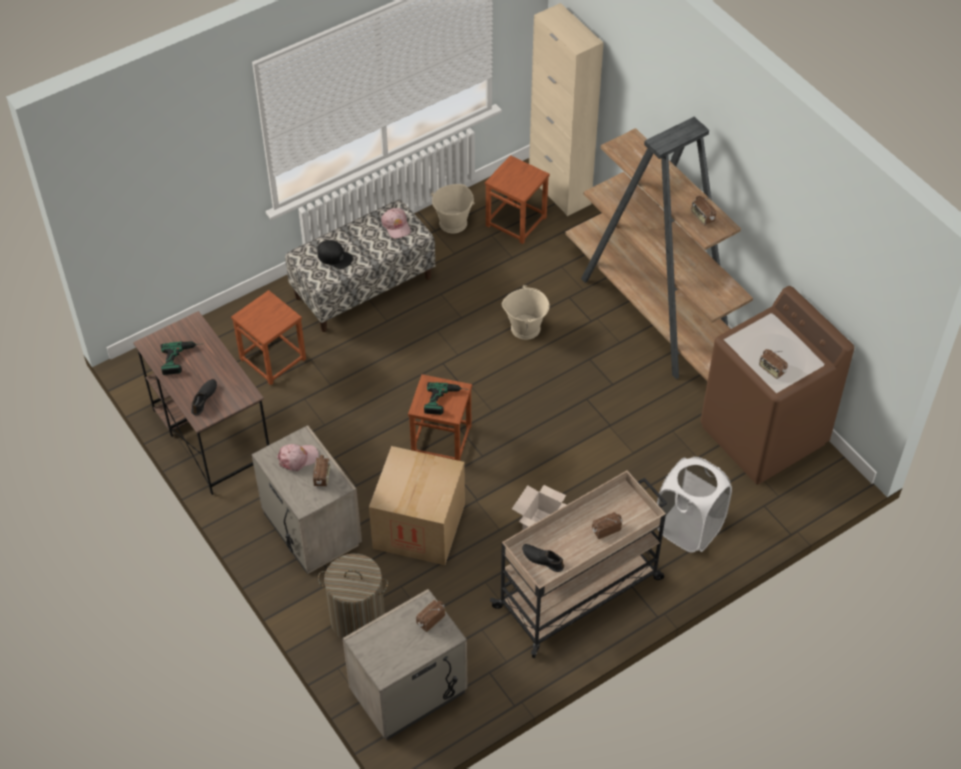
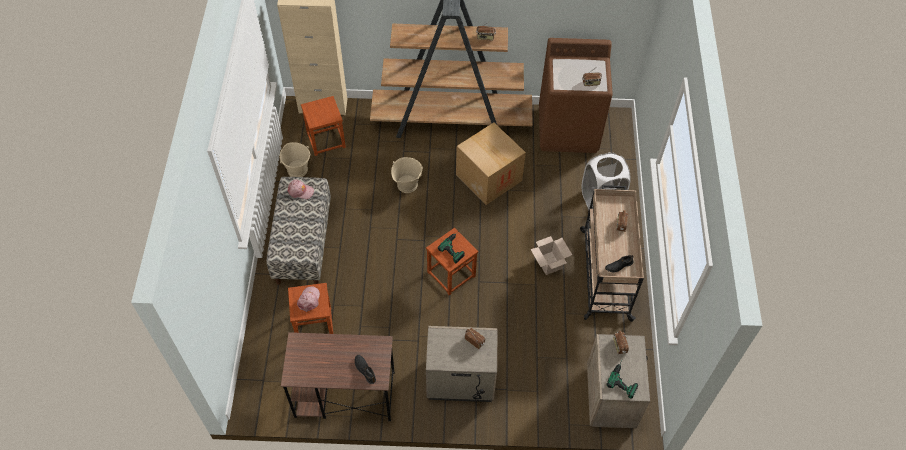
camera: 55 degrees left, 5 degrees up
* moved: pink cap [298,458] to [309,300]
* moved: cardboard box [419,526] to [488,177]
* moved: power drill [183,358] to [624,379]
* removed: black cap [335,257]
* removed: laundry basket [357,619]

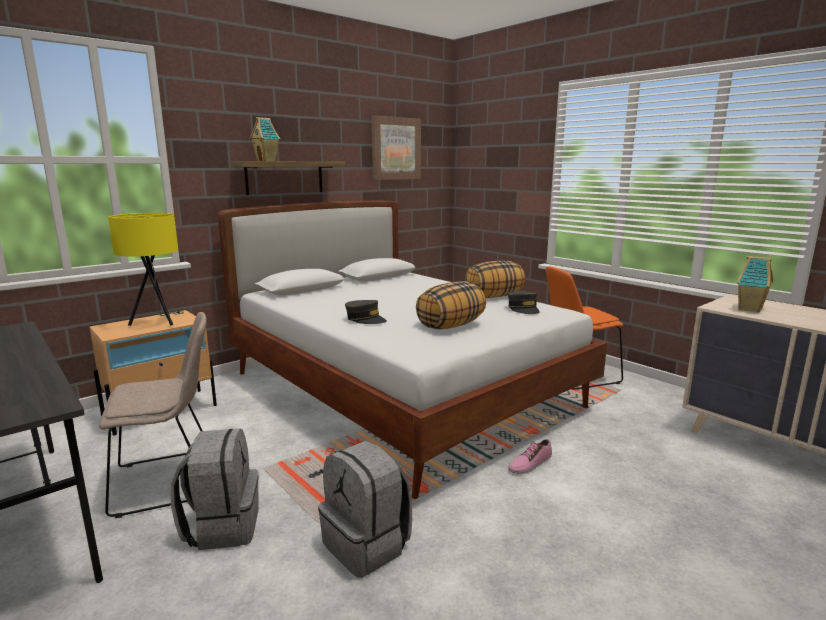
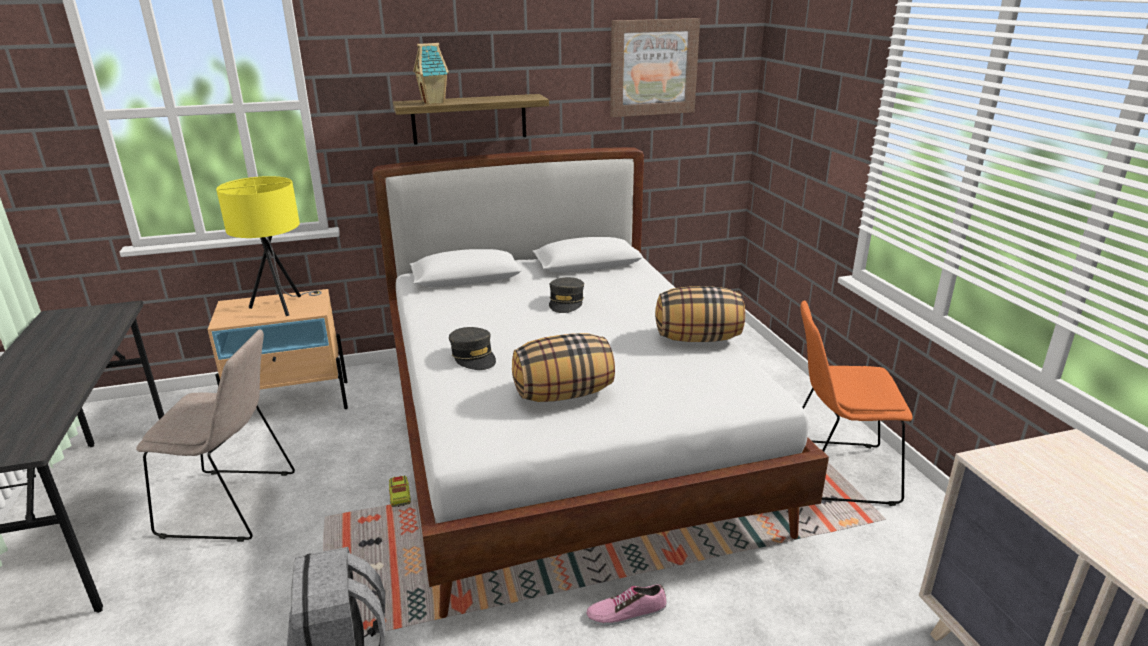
camera: 25 degrees right, 10 degrees up
* added: toy truck [400,497]
* moved: grey cap [523,309] to [566,302]
* removed: grey backpack [222,526]
* removed: toy house [751,309]

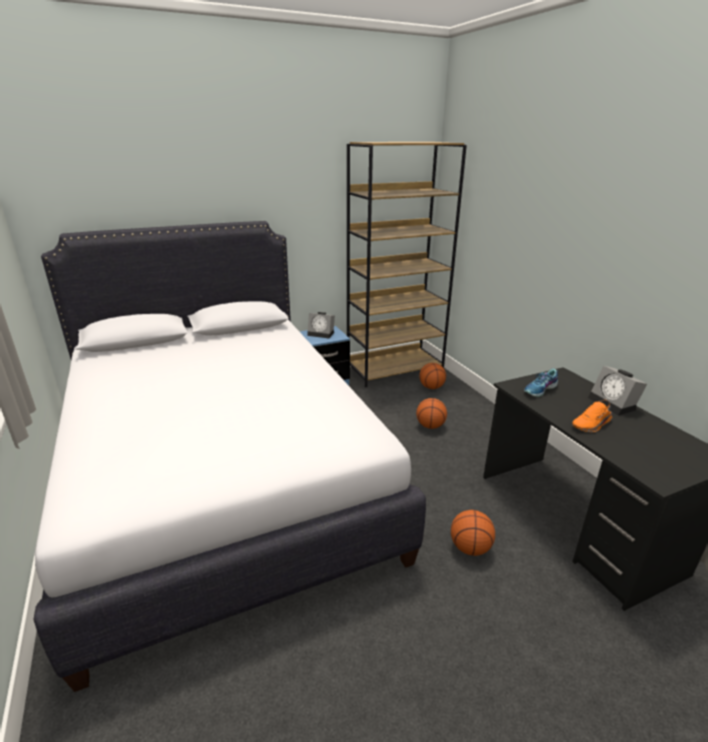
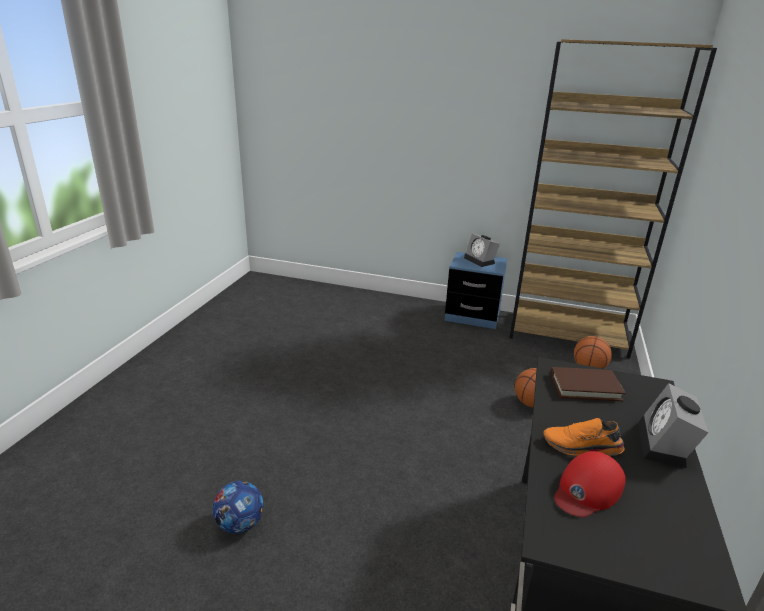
camera: 40 degrees right, 0 degrees up
* added: football [240,524]
* replaced: shoe [540,390] to brown book [585,387]
* added: red cap [587,489]
* removed: white bed [221,477]
* removed: basketball [470,548]

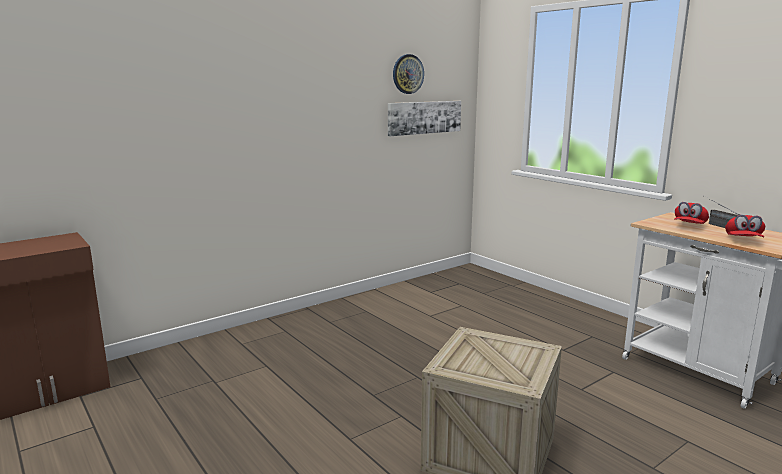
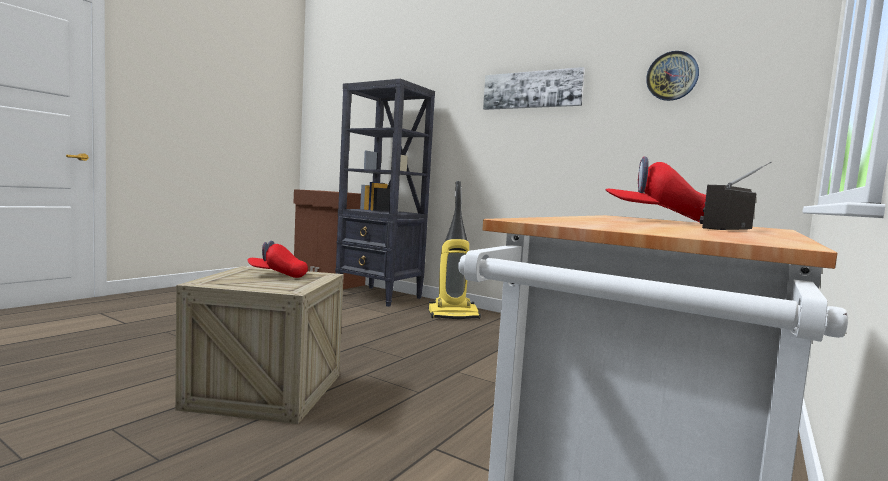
camera: 70 degrees right, 10 degrees down
* moved: red cap [743,240] to [277,275]
* added: black bookcase [379,296]
* added: vacuum cleaner [453,315]
* moved: picture [424,117] to [532,90]

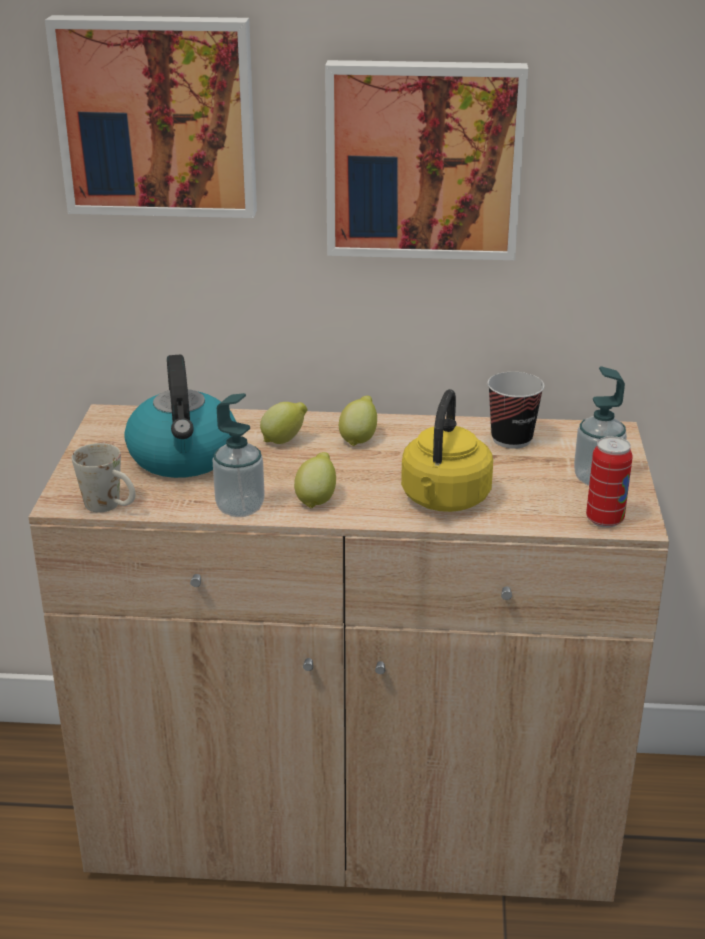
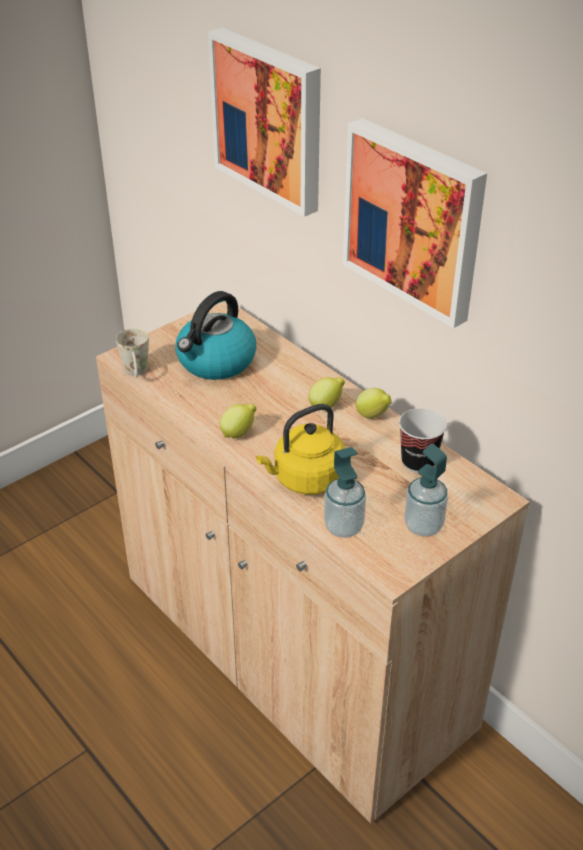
camera: 45 degrees right, 10 degrees up
* moved: soap dispenser [240,508] to [343,527]
* moved: lemon [284,440] to [373,416]
* removed: can [604,520]

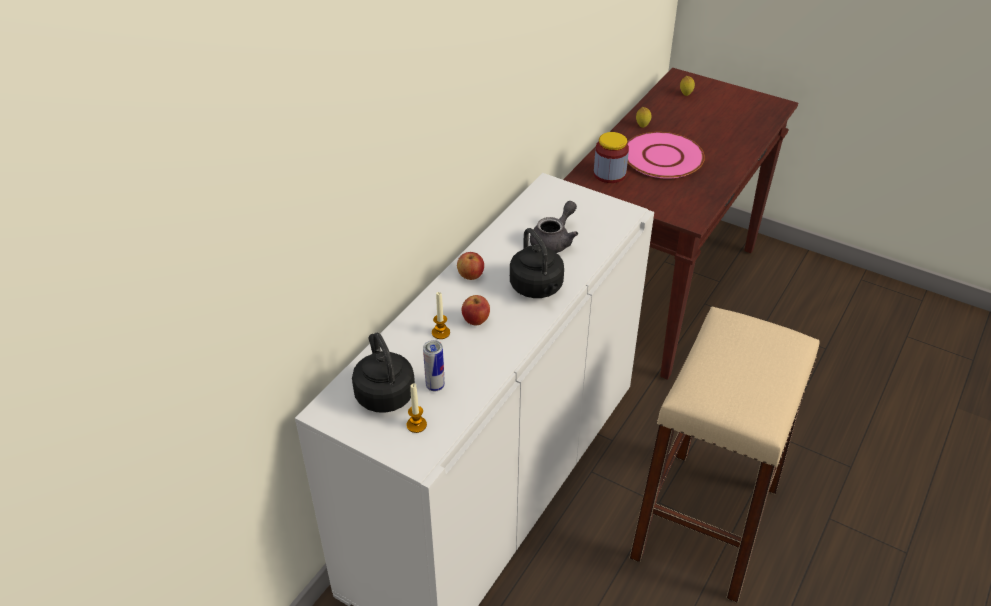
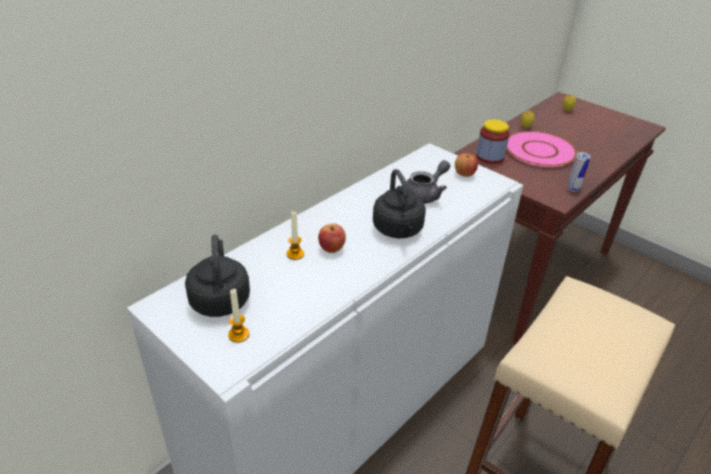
camera: 10 degrees right, 5 degrees down
* moved: apple [470,276] to [464,174]
* moved: can [435,386] to [573,189]

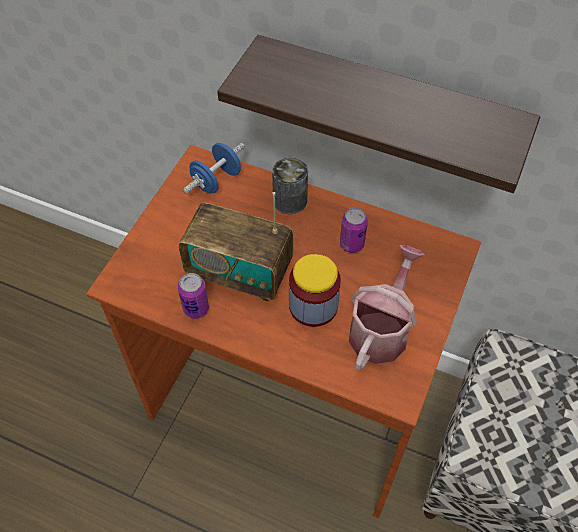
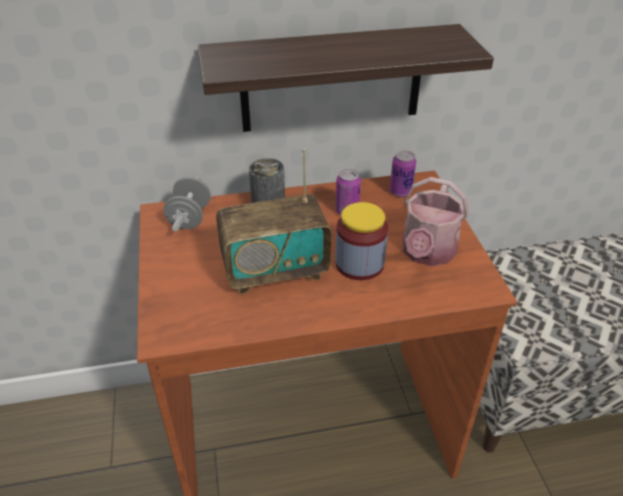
camera: 35 degrees left, 15 degrees down
* recoloured: blue dumbbell [216,180] to grey dumbbell [190,218]
* moved: can [196,309] to [400,192]
* turned: watering can [381,329] = [426,253] 150 degrees counterclockwise

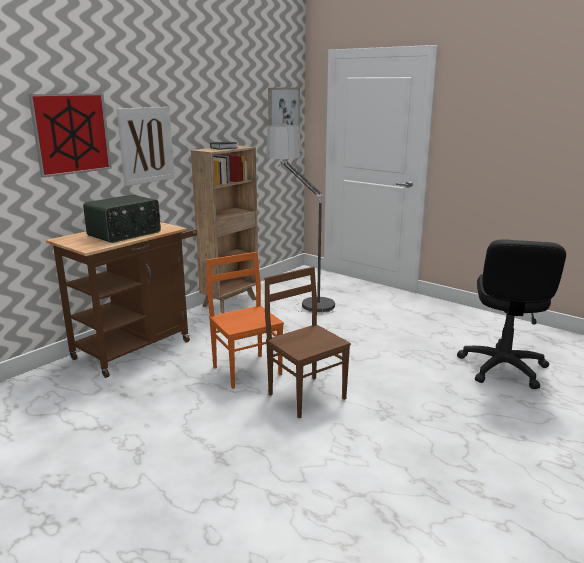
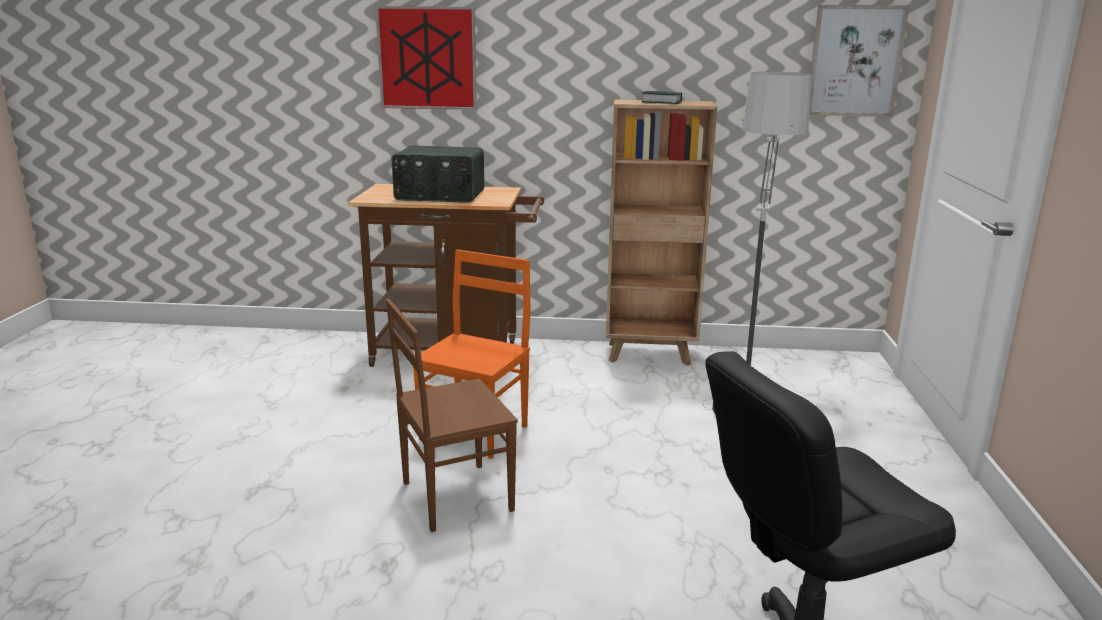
camera: 55 degrees right, 0 degrees up
* turned: brown chair [307,395] = [454,496] 135 degrees counterclockwise
* removed: picture [146,145]

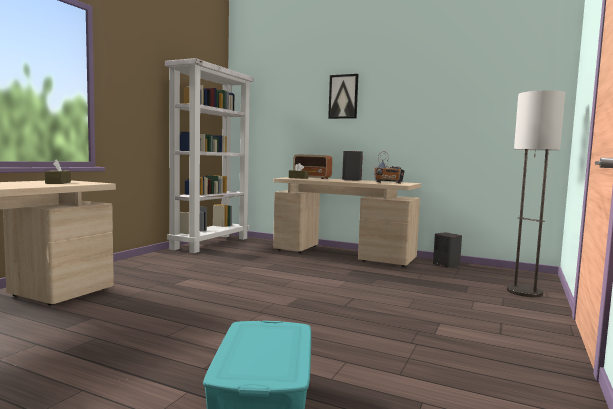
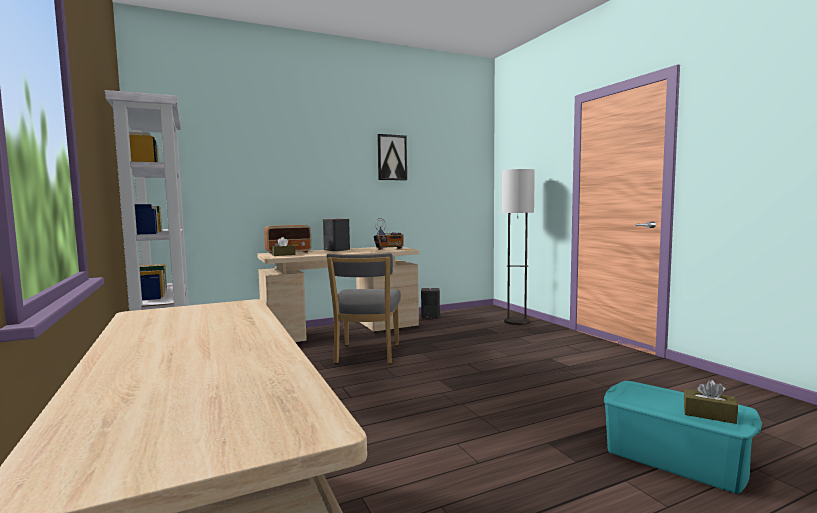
camera: 50 degrees left, 0 degrees up
* added: grey chair [366,355]
* moved: picture [343,96] to [392,157]
* moved: brown tissue box [58,183] to [709,414]

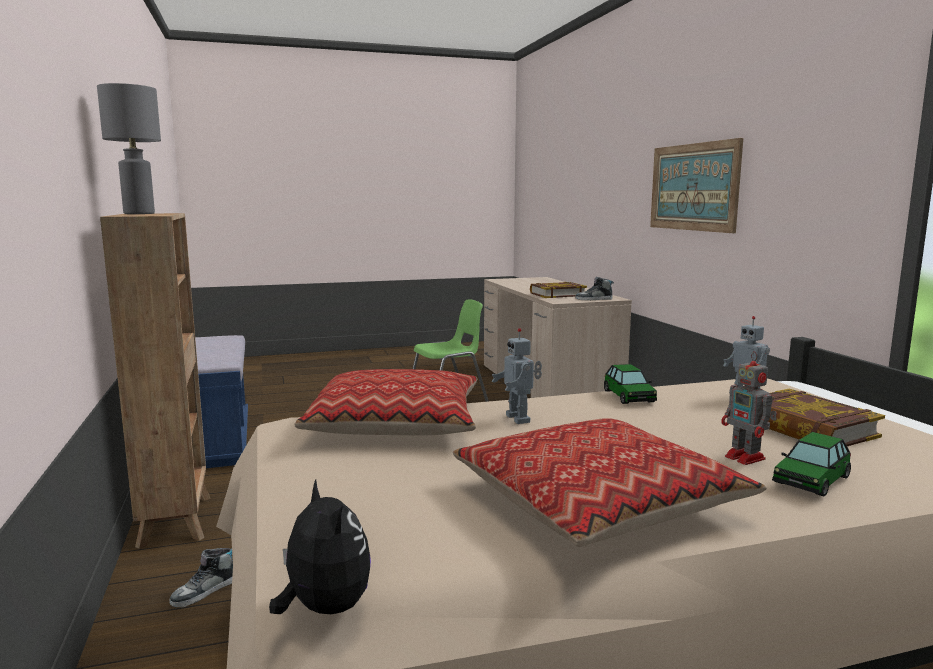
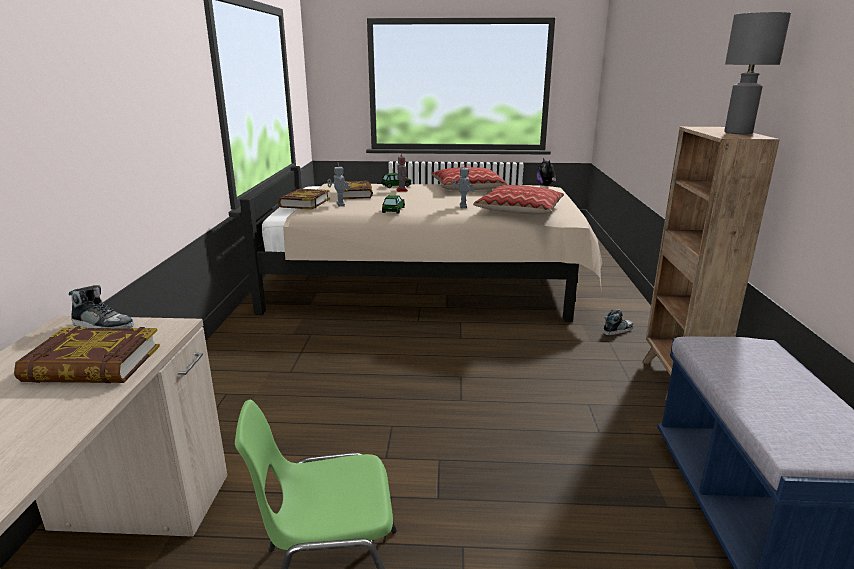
camera: 160 degrees left, 10 degrees up
* added: book [304,203]
* removed: picture [693,187]

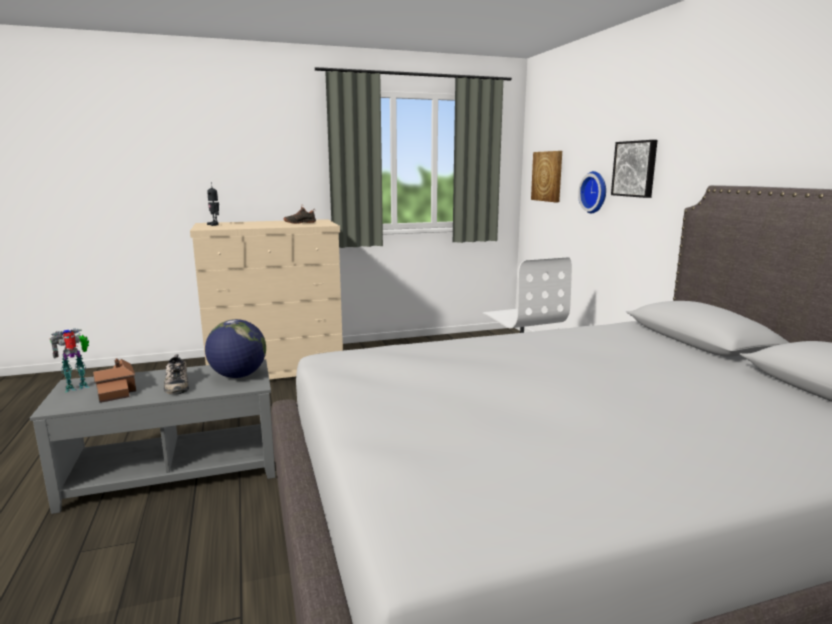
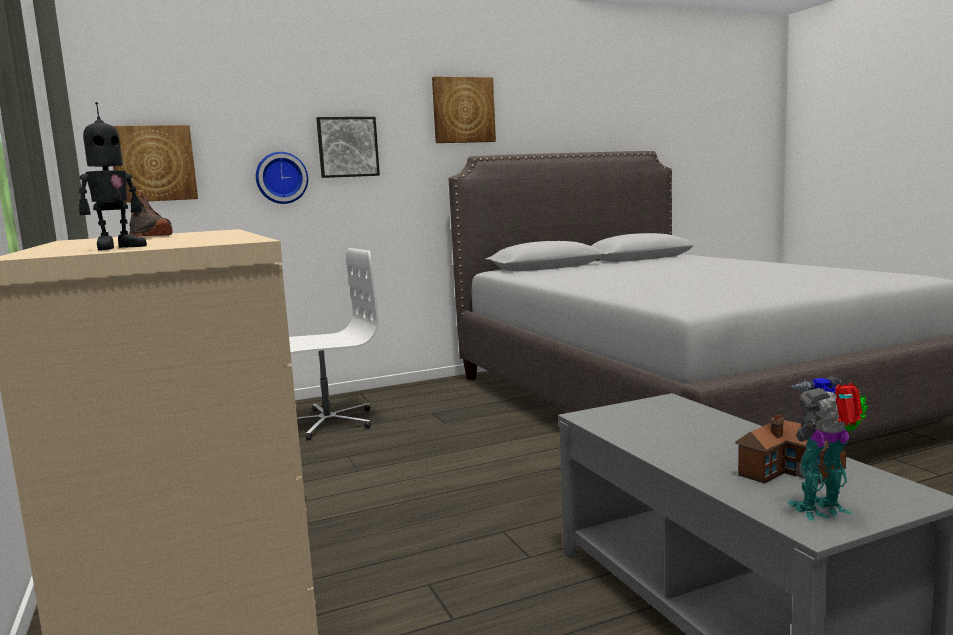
camera: 95 degrees left, 5 degrees down
* added: picture [463,110]
* turned: toy robot [78,387] = [824,510] 120 degrees clockwise
* removed: shoe [176,384]
* removed: globe [238,376]

